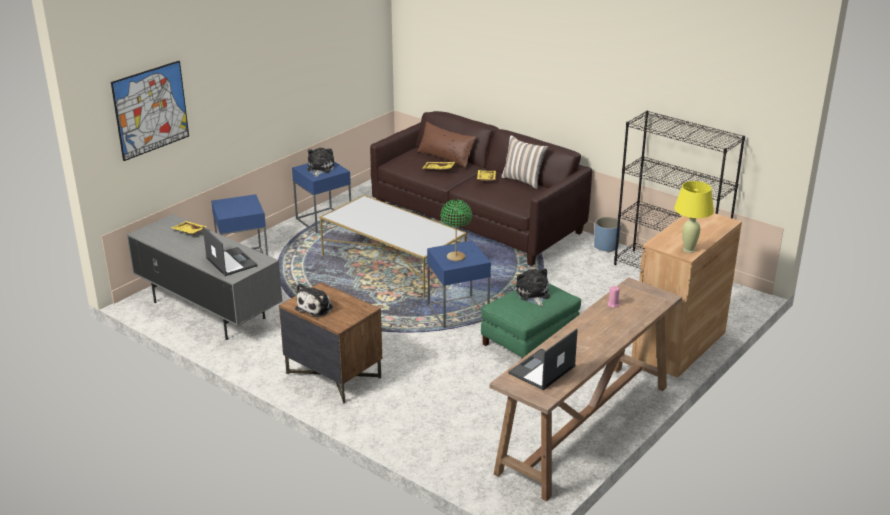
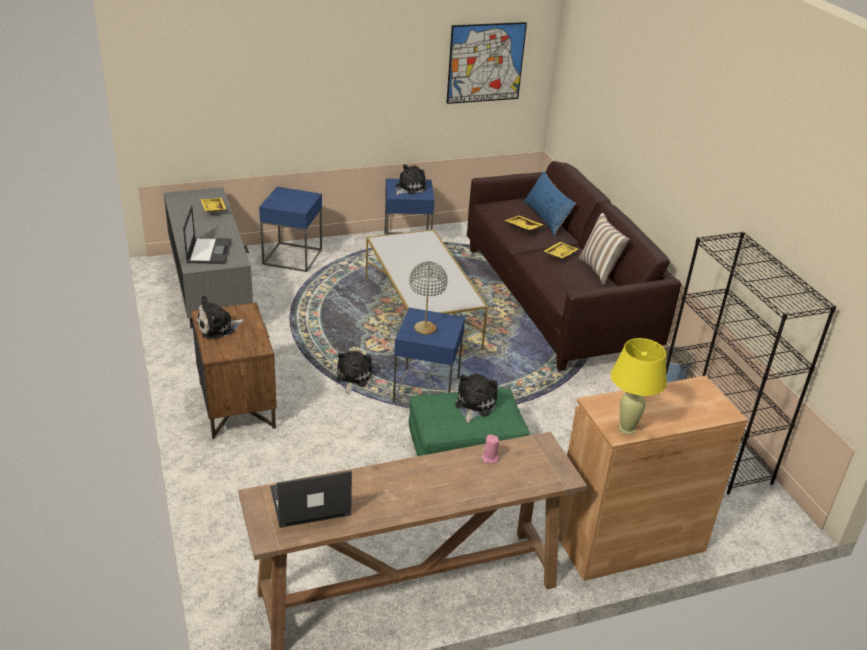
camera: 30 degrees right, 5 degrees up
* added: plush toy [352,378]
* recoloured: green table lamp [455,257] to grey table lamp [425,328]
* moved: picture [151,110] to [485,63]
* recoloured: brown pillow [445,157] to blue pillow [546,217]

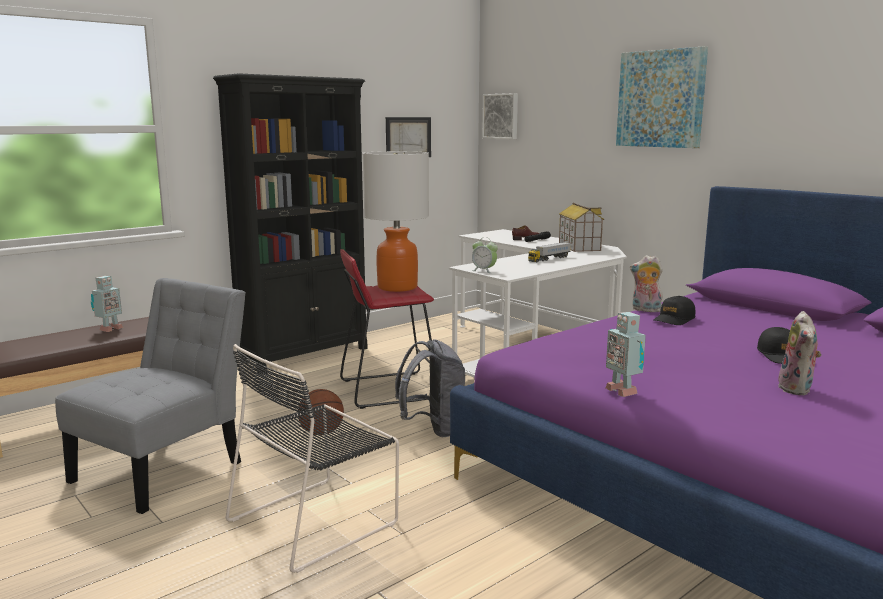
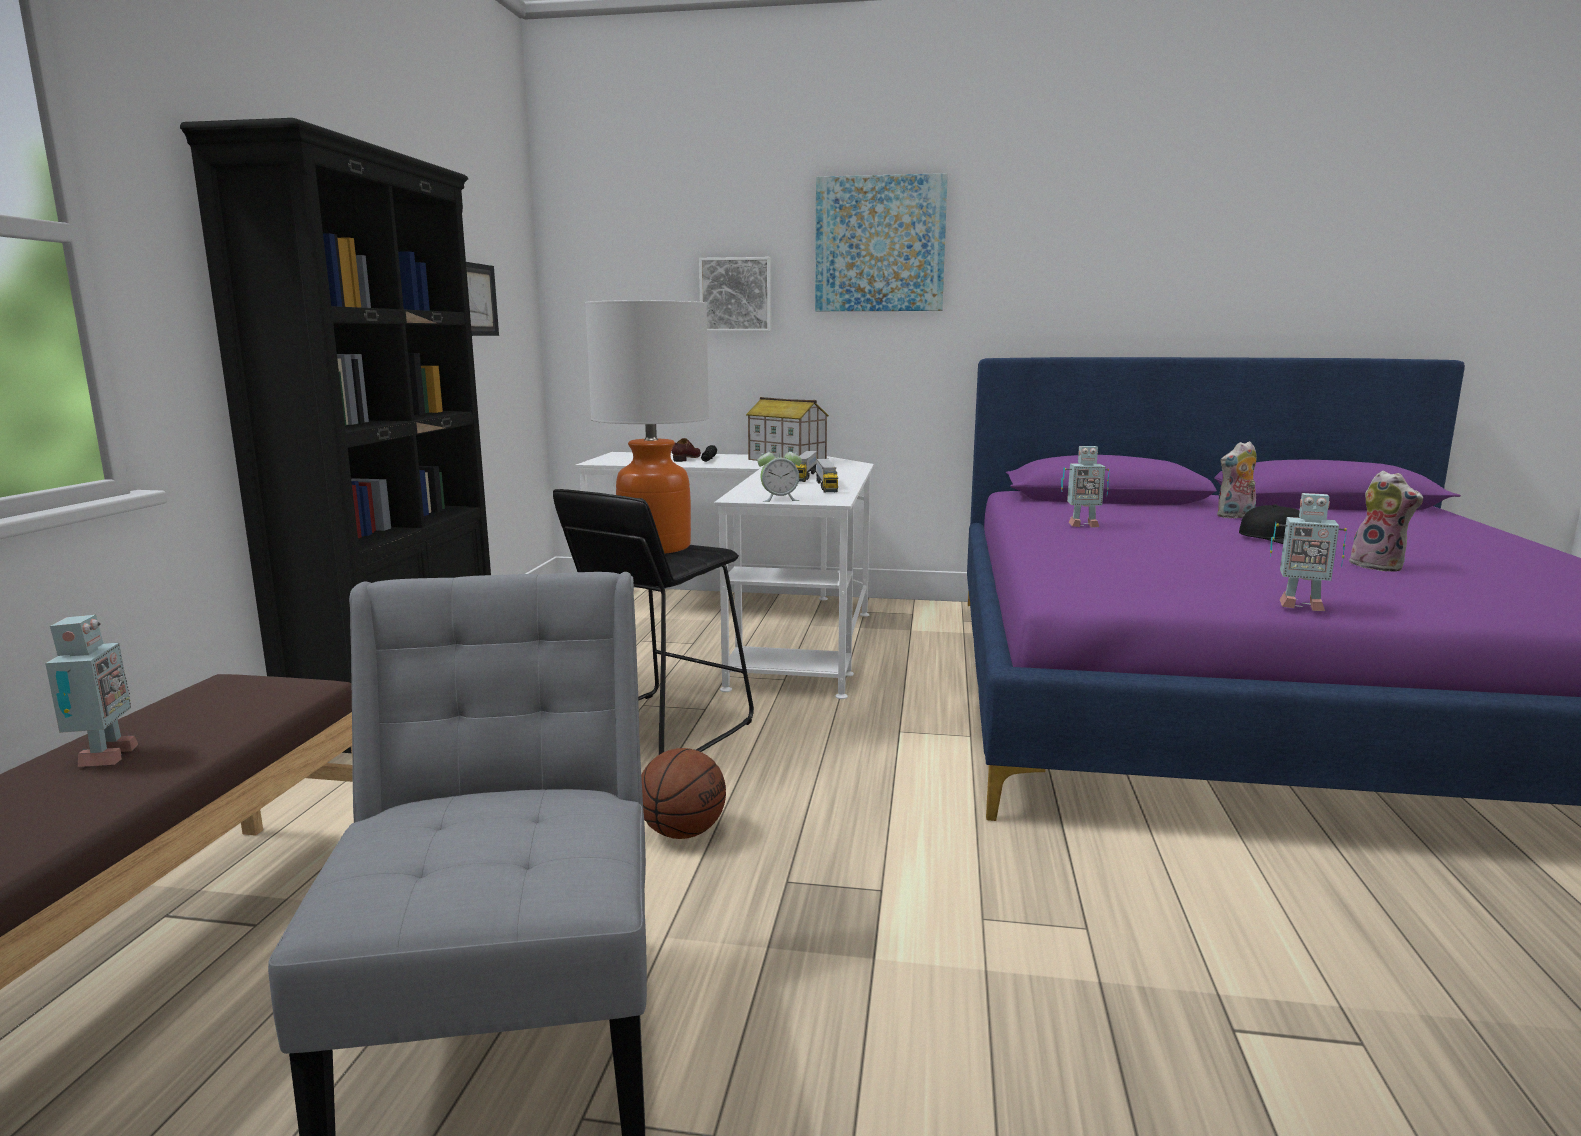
camera: 40 degrees left, 0 degrees up
* recoloured: red stool [388,389] to black stool [656,730]
* moved: picture [501,116] to [736,295]
* added: toy truck [826,486]
* replaced: black cap [674,319] to toy robot [1082,525]
* moved: plush toy [645,310] to [1235,516]
* removed: black chair [317,520]
* removed: grey backpack [433,429]

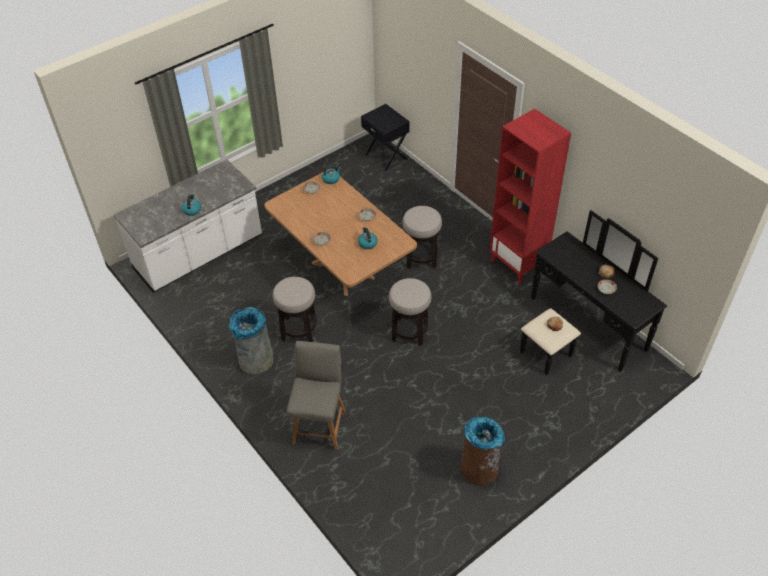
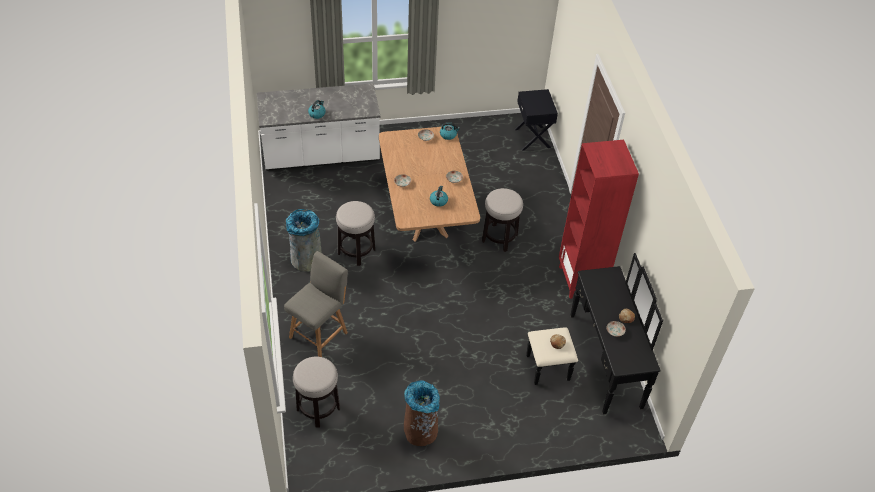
camera: 25 degrees right, 0 degrees up
* moved: stool [409,332] to [318,409]

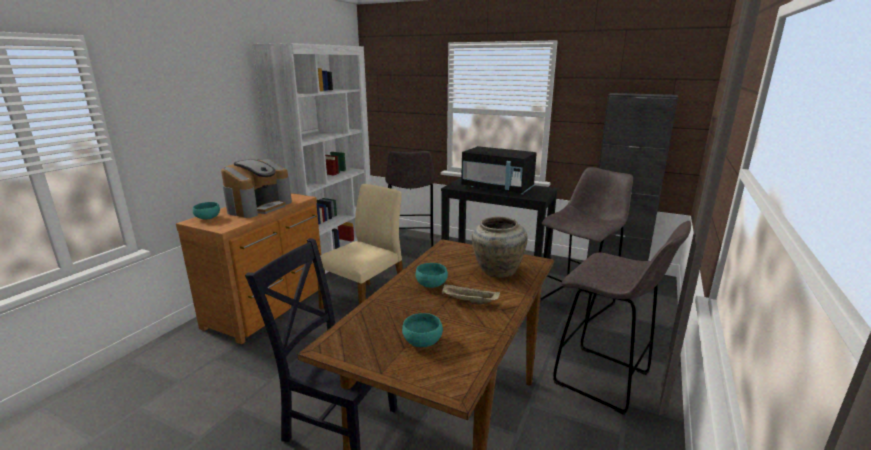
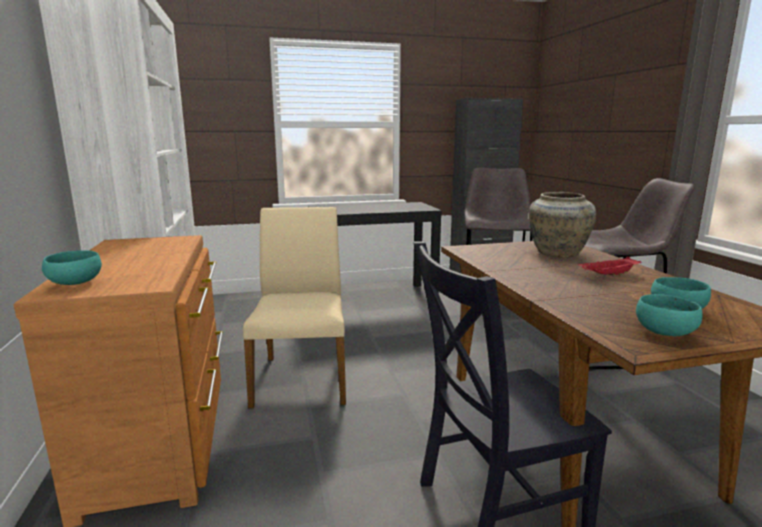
camera: 40 degrees left, 5 degrees down
* recoloured: beige tray [469,302] to red tray [609,276]
* moved: turquoise bowl [432,285] to [664,332]
* removed: coffee machine [259,206]
* removed: grey stool [411,244]
* removed: black microwave [497,188]

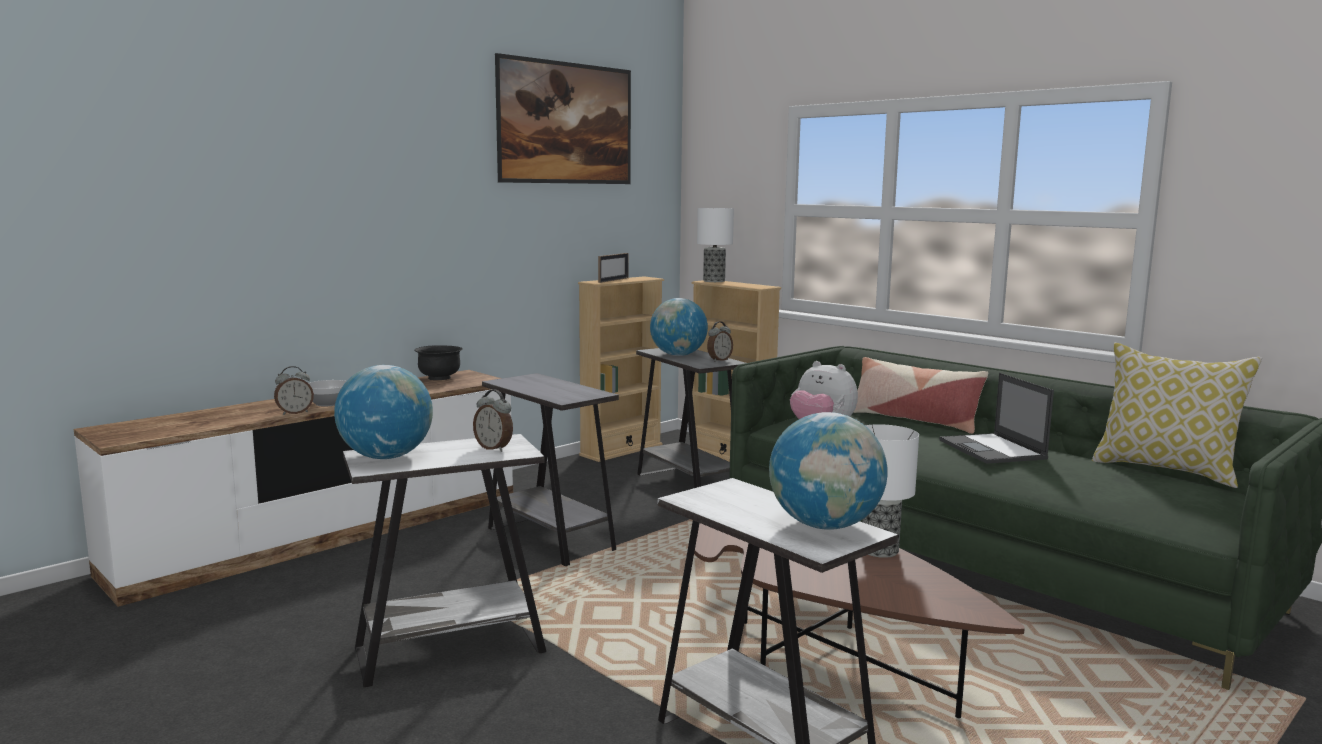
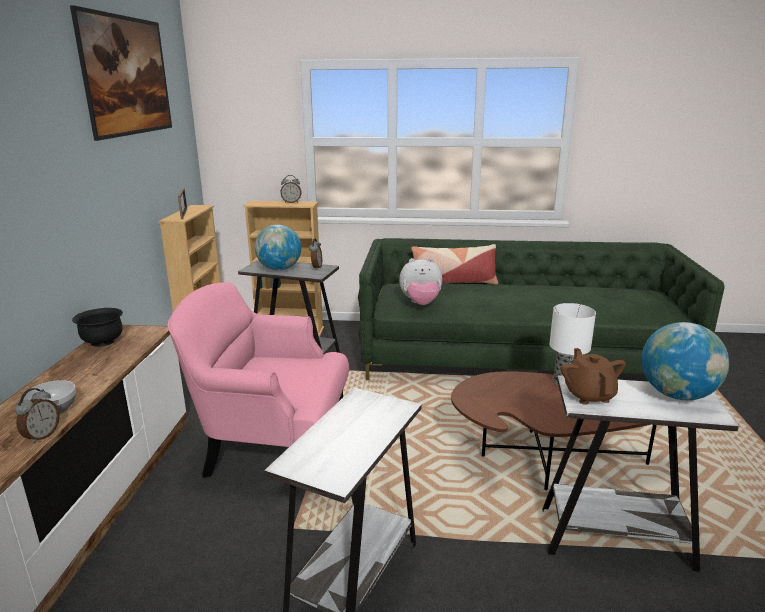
camera: 40 degrees left, 10 degrees up
* replaced: grey side table [550,539] to pink armchair [273,447]
* moved: alarm clock [494,448] to [291,202]
* added: brown teapot [589,395]
* removed: globe [386,457]
* removed: table lamp [714,281]
* removed: laptop [993,450]
* removed: pillow [1166,470]

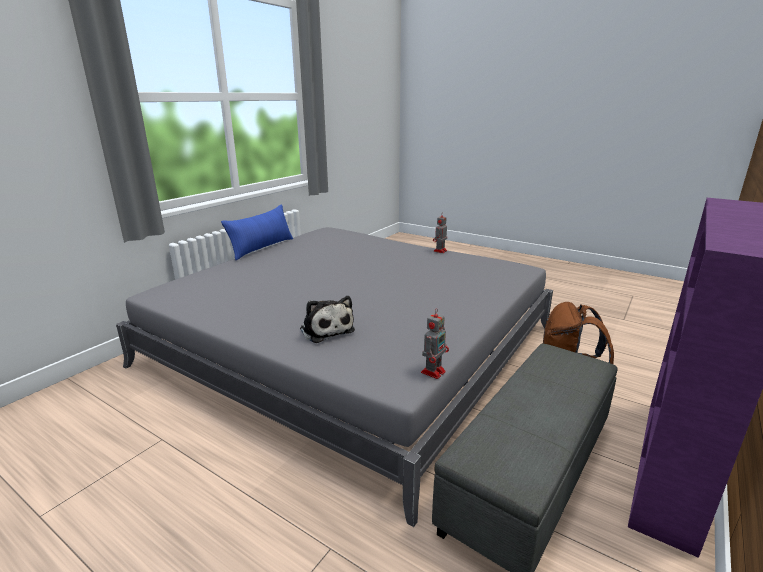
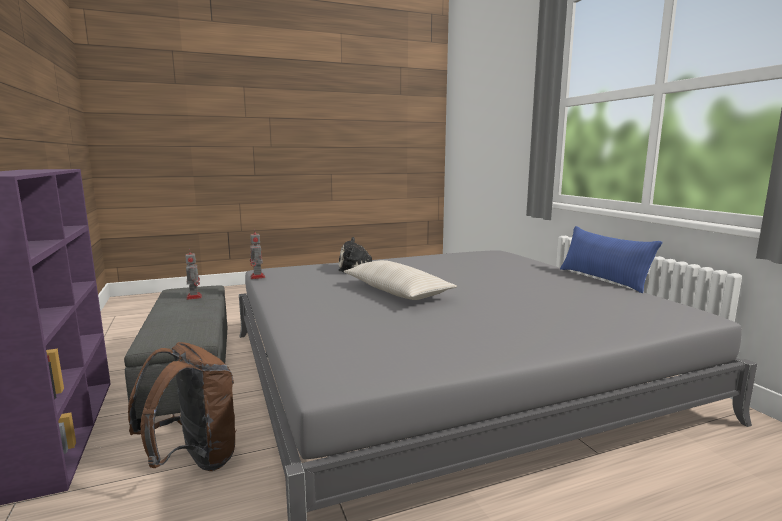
camera: 125 degrees right, 10 degrees down
* moved: toy robot [439,251] to [194,296]
* added: beige pillow [396,291]

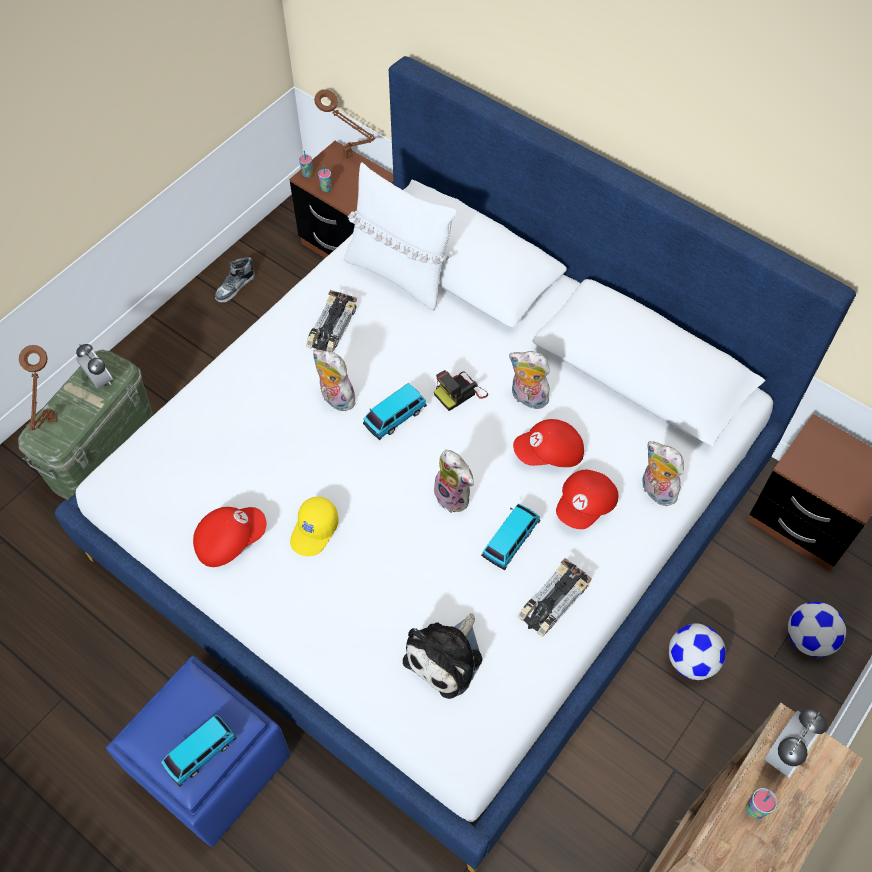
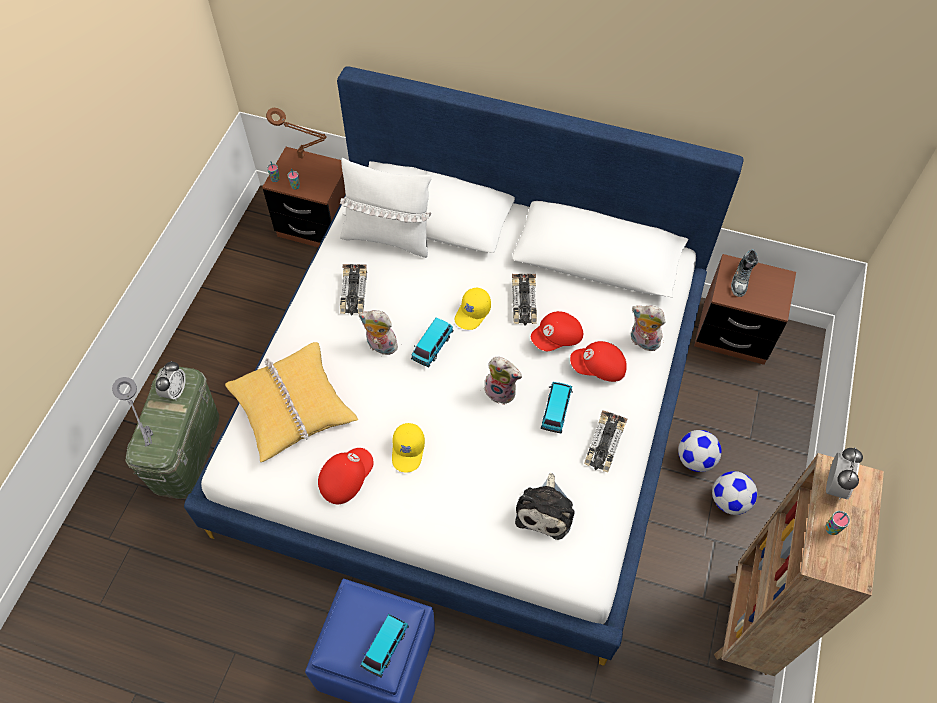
camera: 20 degrees left, 0 degrees up
* recoloured: brown table lamp [52,422] to grey table lamp [150,436]
* turned: alarm clock [100,381] = [175,391] 75 degrees clockwise
* added: yellow pillow [292,407]
* replaced: photo camera [460,392] to yellow cap [473,313]
* replaced: plush toy [527,398] to toy car [524,303]
* turned: red cap [585,506] = [598,368] 75 degrees clockwise
* moved: football [808,639] to [729,501]
* moved: shoe [235,287] to [741,279]

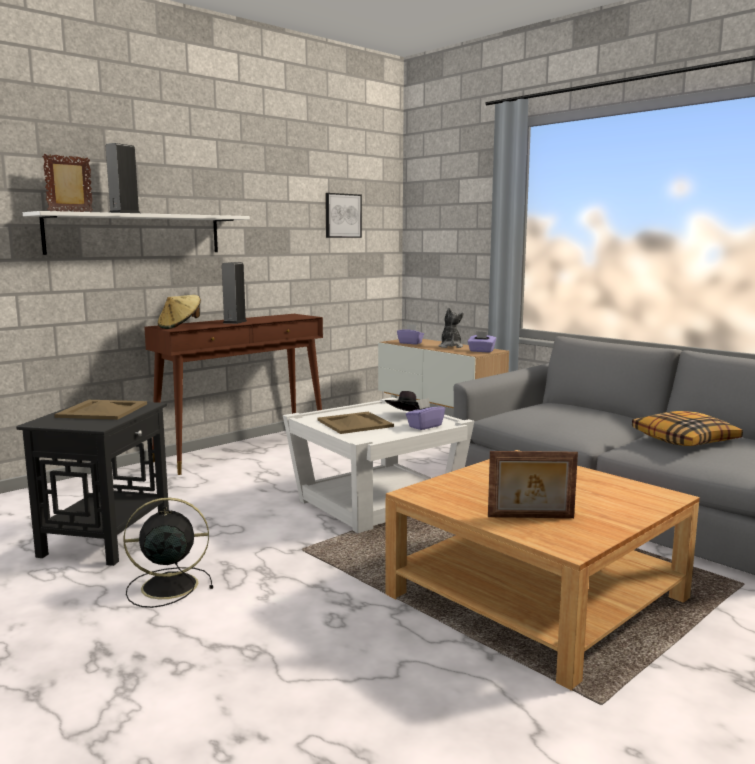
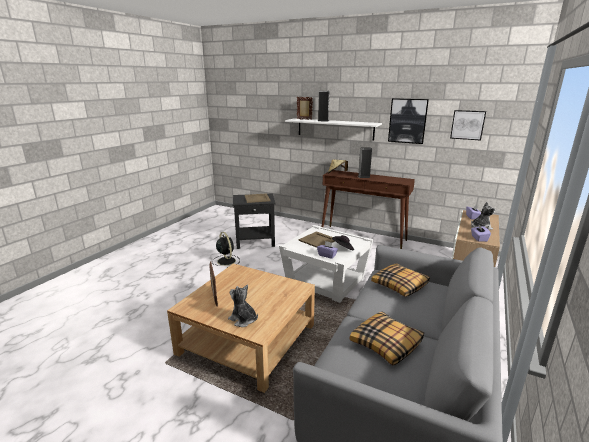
camera: 70 degrees right, 10 degrees up
* added: plush toy [243,320]
* added: pillow [400,285]
* added: picture [407,121]

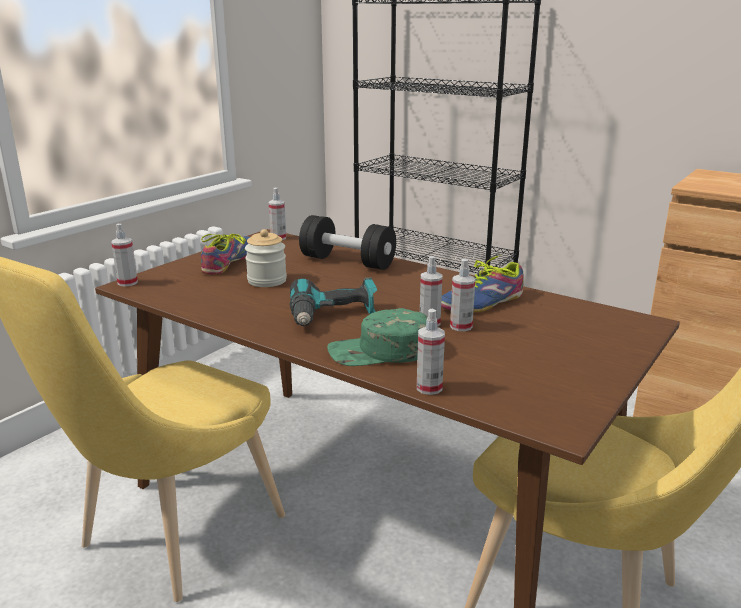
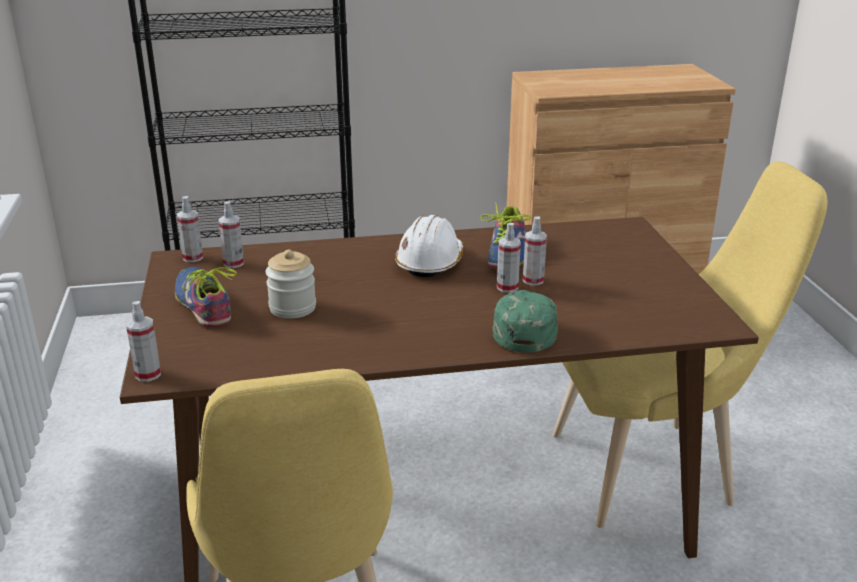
camera: 45 degrees left, 5 degrees up
* moved: spray bottle [429,388] to [234,263]
* added: white hard hat [430,262]
* turned: green cap [381,351] = [524,327] 150 degrees clockwise
* removed: power drill [333,316]
* removed: black dumbbell [347,262]

